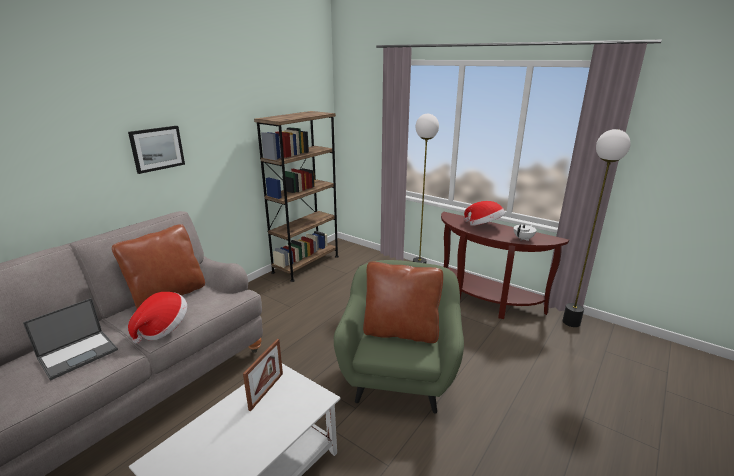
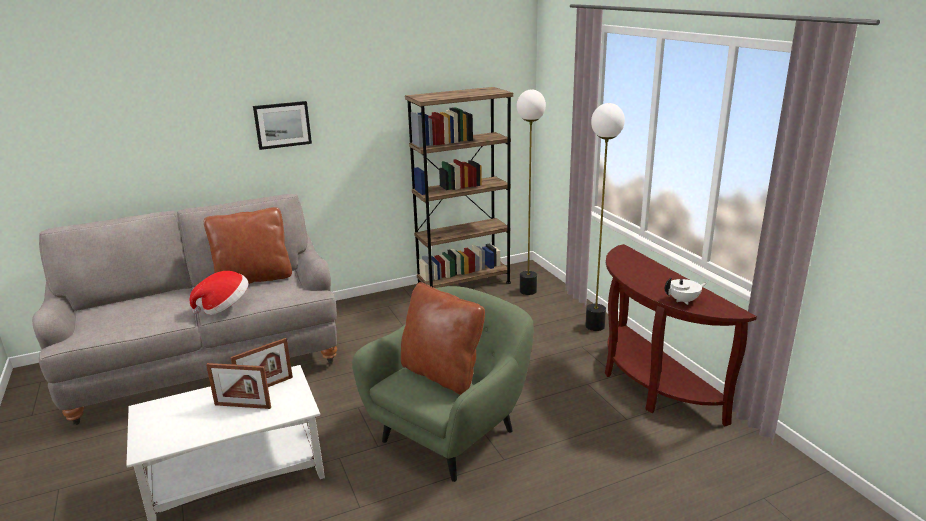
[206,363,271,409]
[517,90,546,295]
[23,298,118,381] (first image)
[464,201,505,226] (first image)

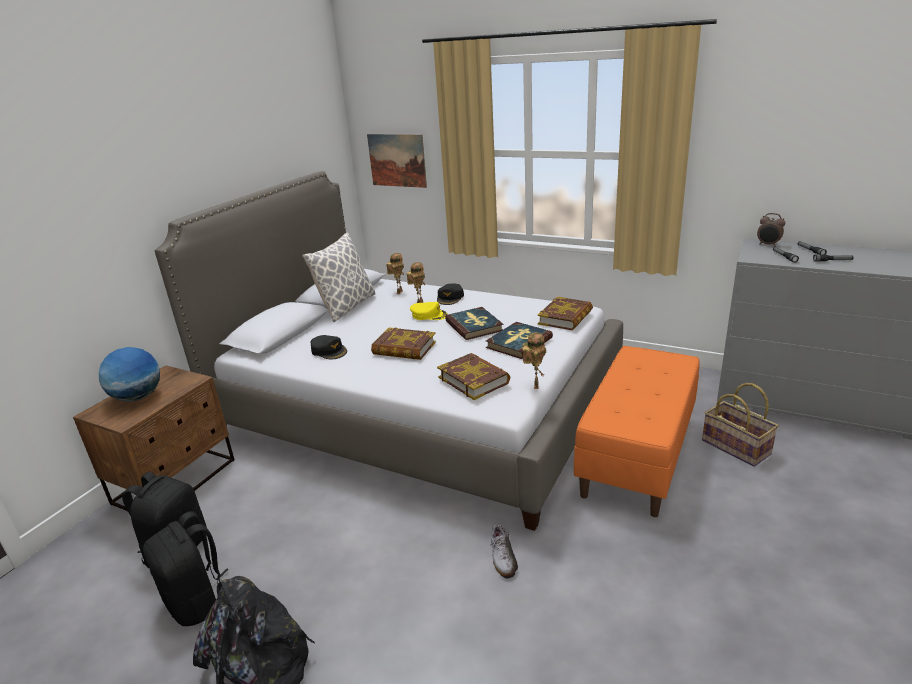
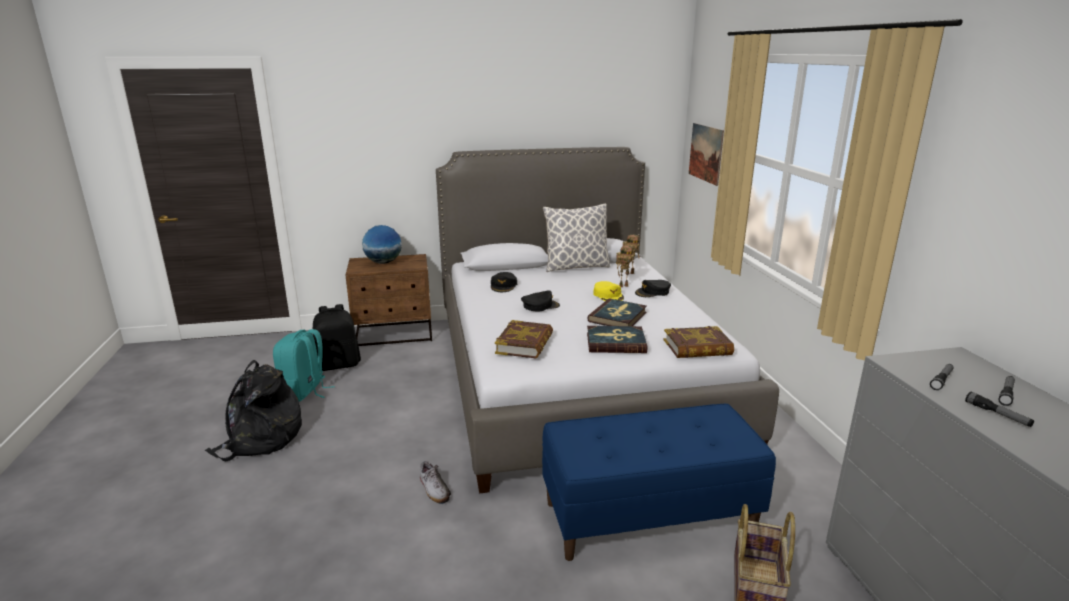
[273,329,335,401]
[420,461,451,504]
[521,290,560,311]
[542,404,776,561]
[523,332,546,389] (first image)
[757,213,785,247] (first image)

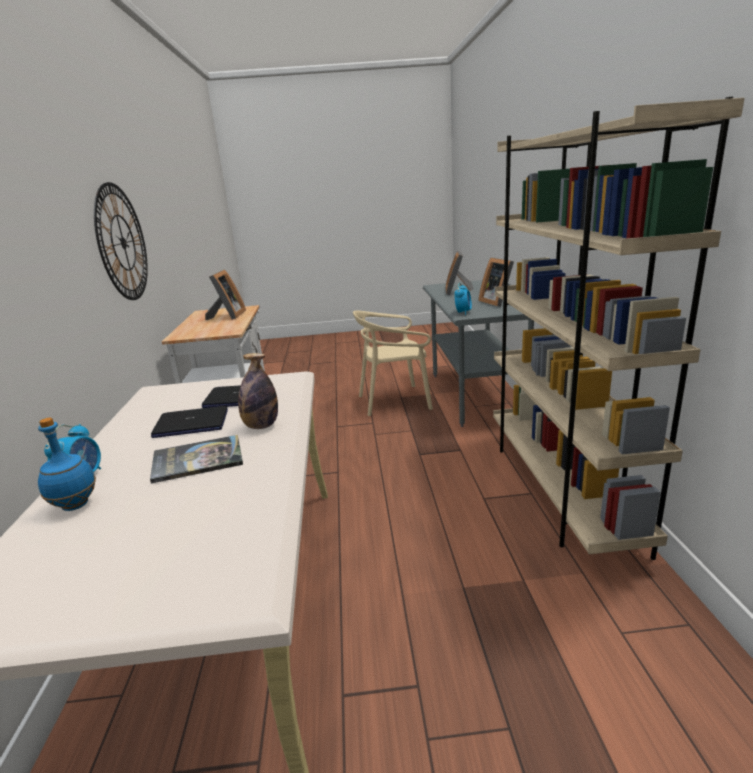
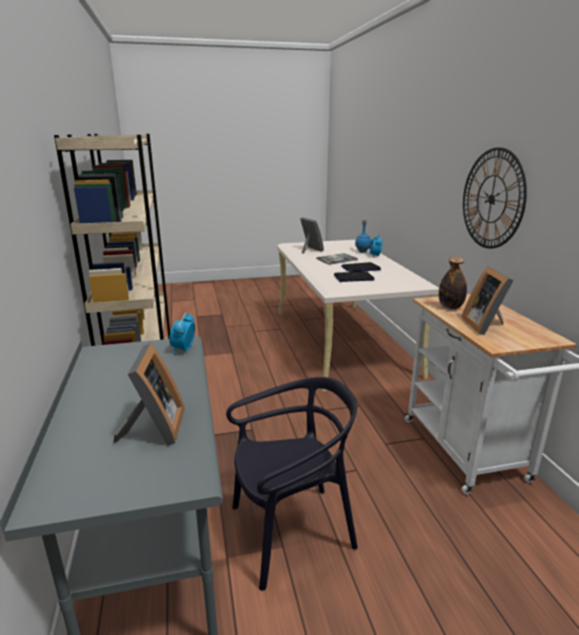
[226,377,358,591]
[300,217,324,254]
[439,257,467,309]

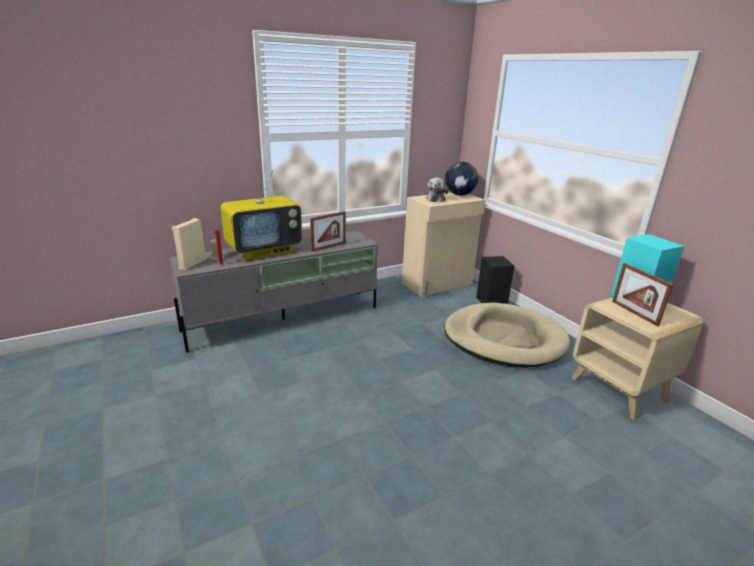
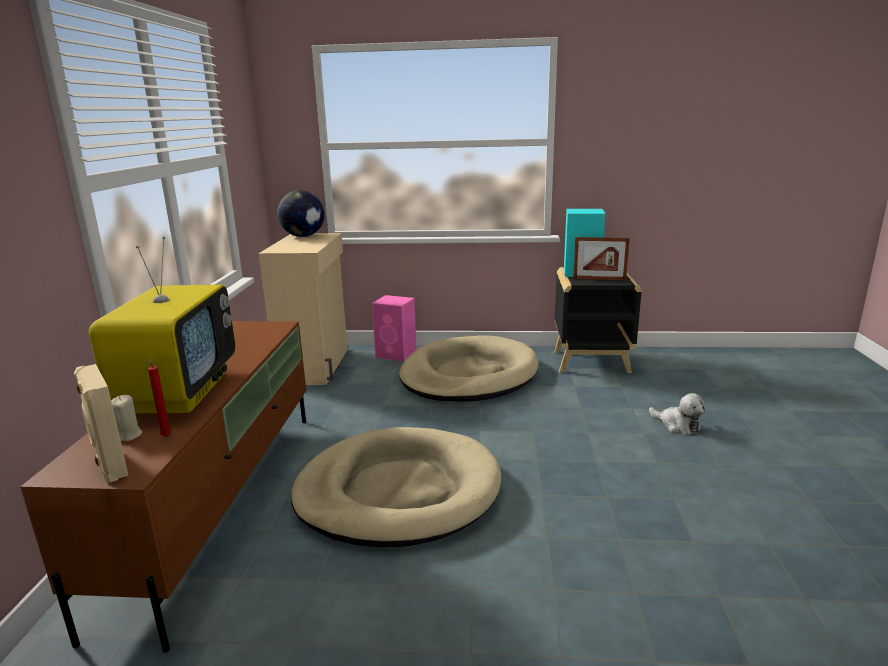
[20,321,306,653]
[291,427,501,547]
[372,295,417,362]
[554,267,641,373]
[649,393,705,435]
[310,211,346,252] (first image)

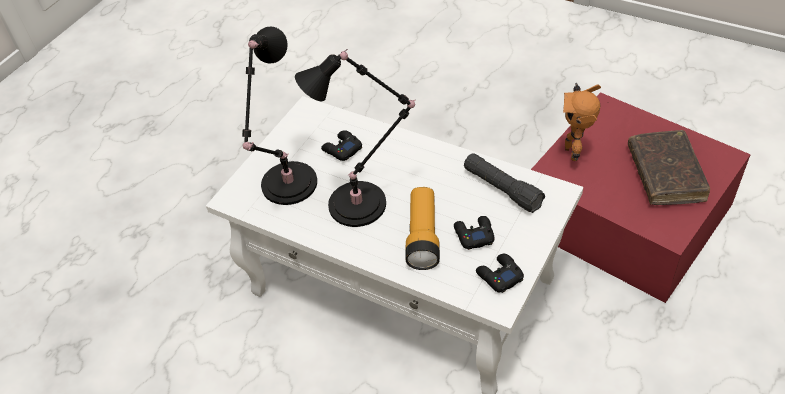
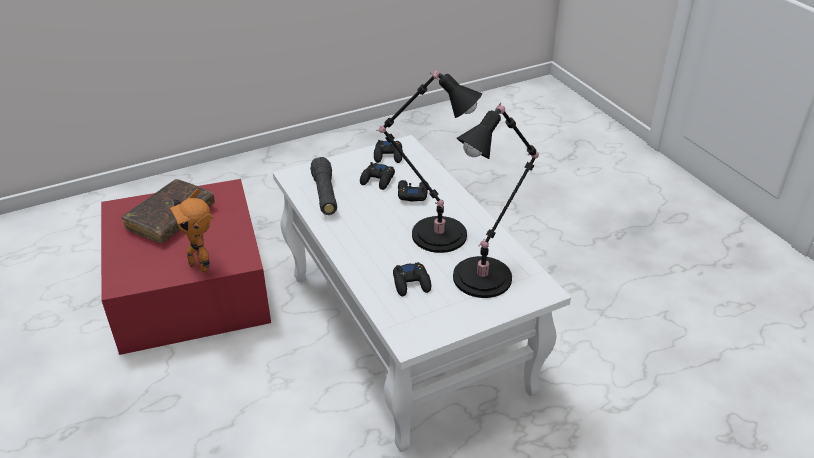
[169,189,213,272]
[398,180,429,202]

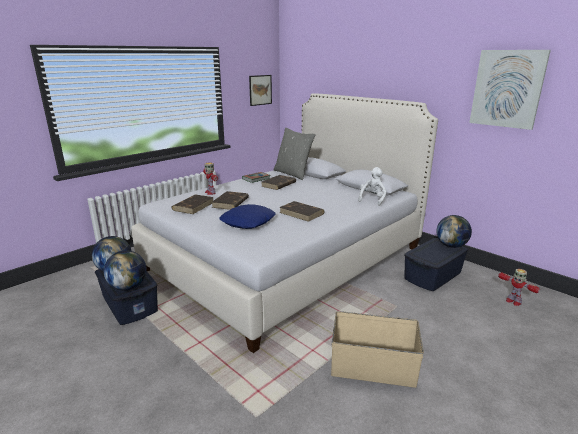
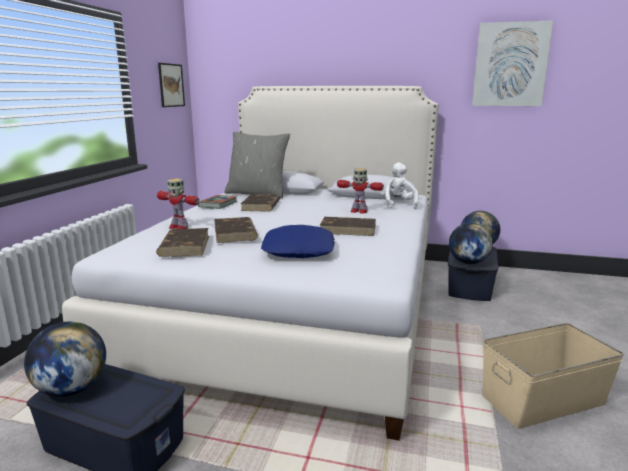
[337,168,384,214]
[449,223,493,264]

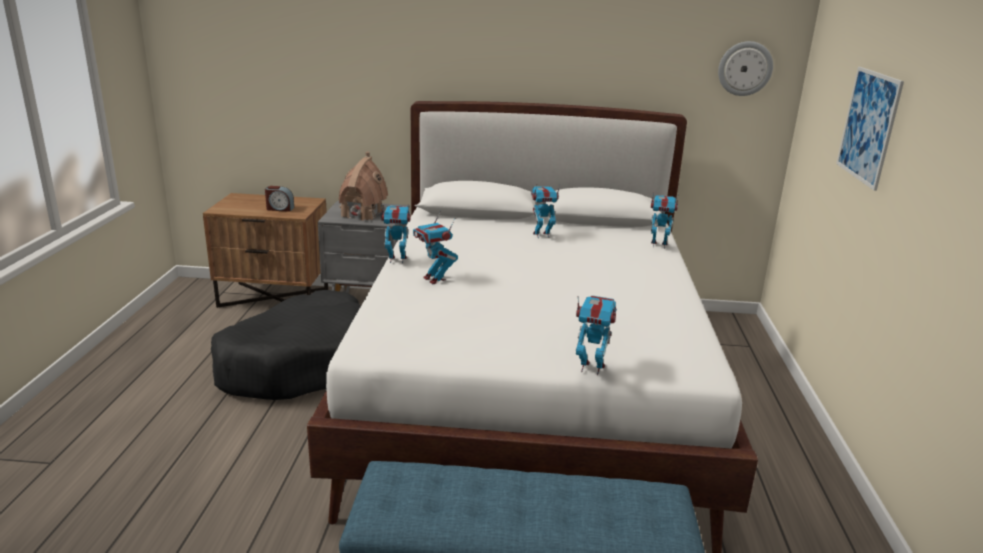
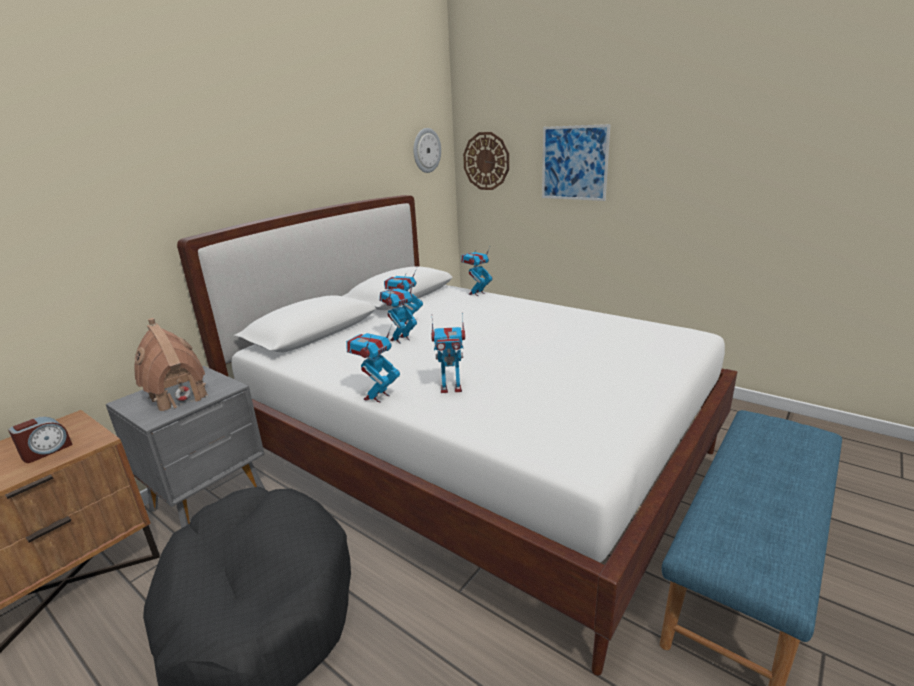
[379,283,417,344]
[463,132,509,190]

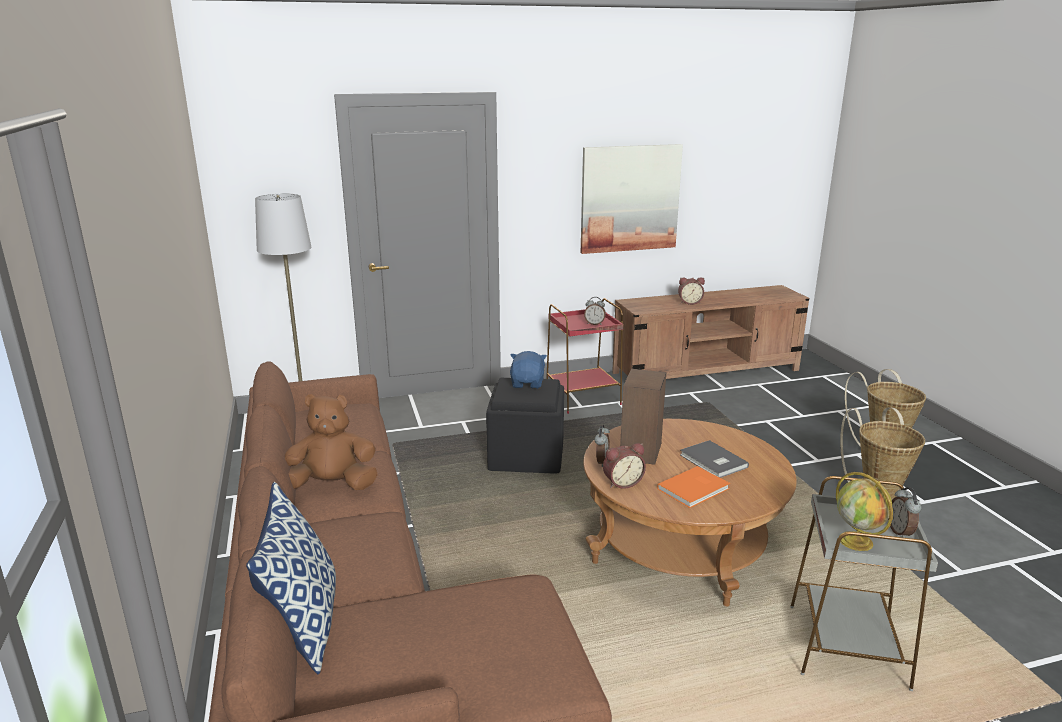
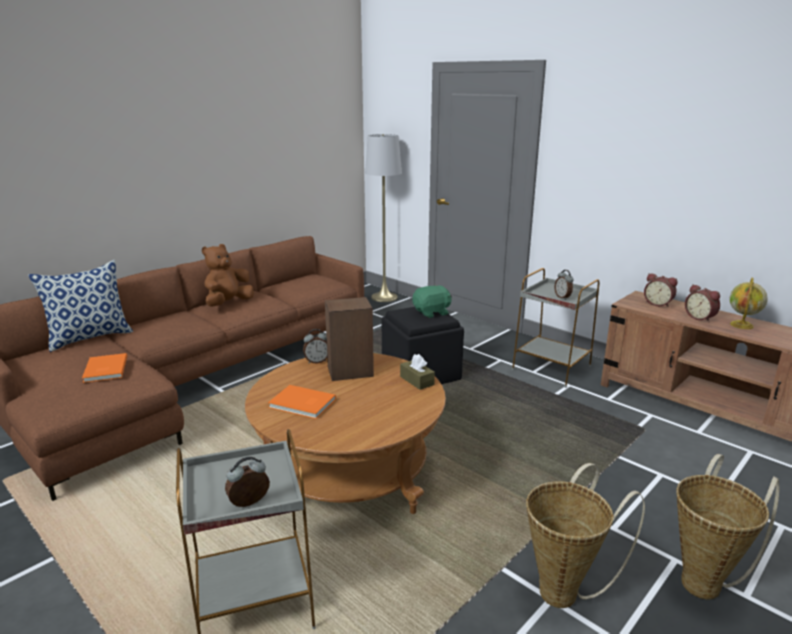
[82,353,127,383]
[202,244,254,307]
[400,354,435,390]
[413,285,452,318]
[512,268,599,388]
[644,273,678,307]
[729,278,768,329]
[580,144,683,254] (first image)
[680,440,749,478] (first image)

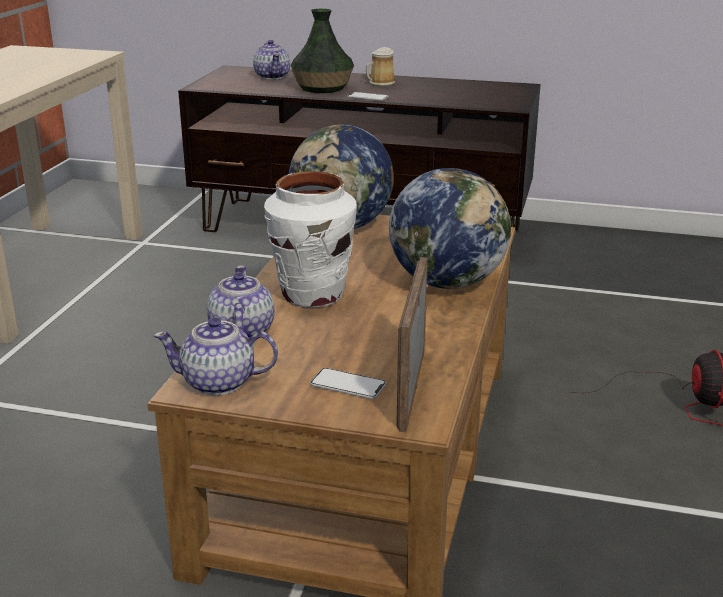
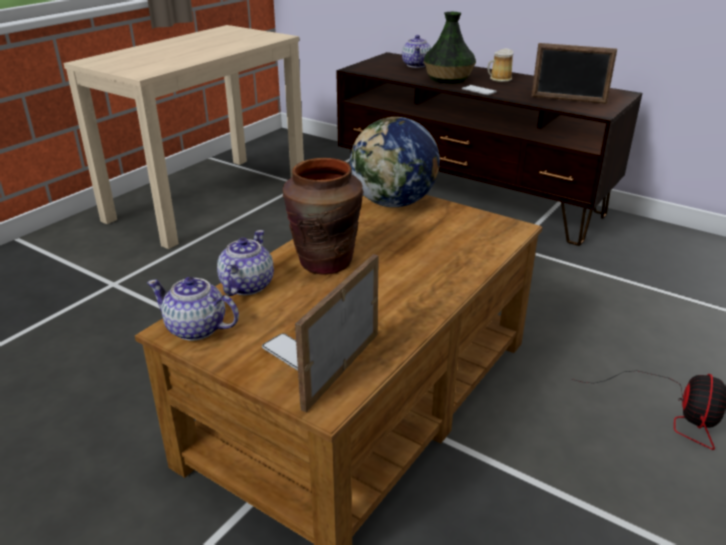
[283,158,363,275]
[531,43,617,104]
[389,168,511,289] (first image)

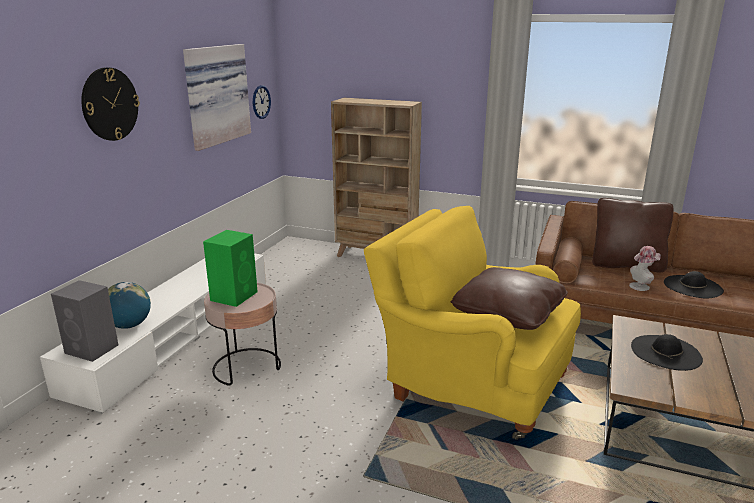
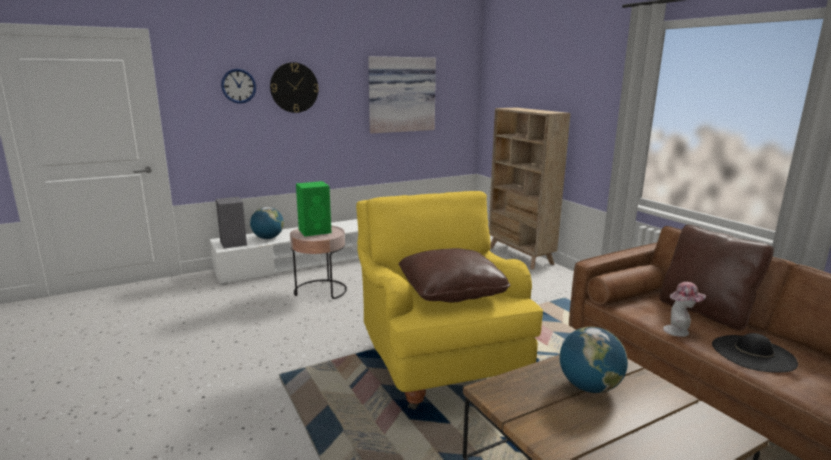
[221,69,256,104]
[560,327,628,393]

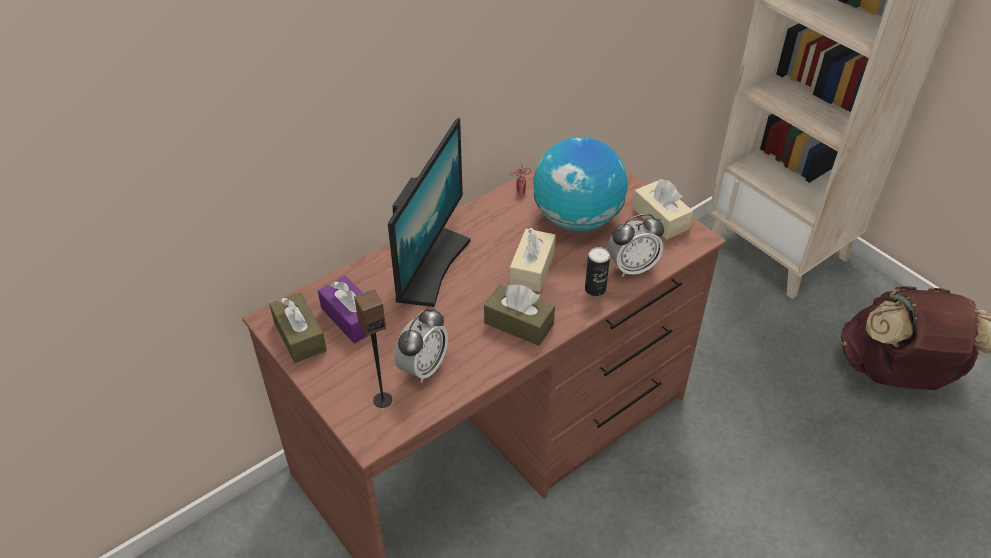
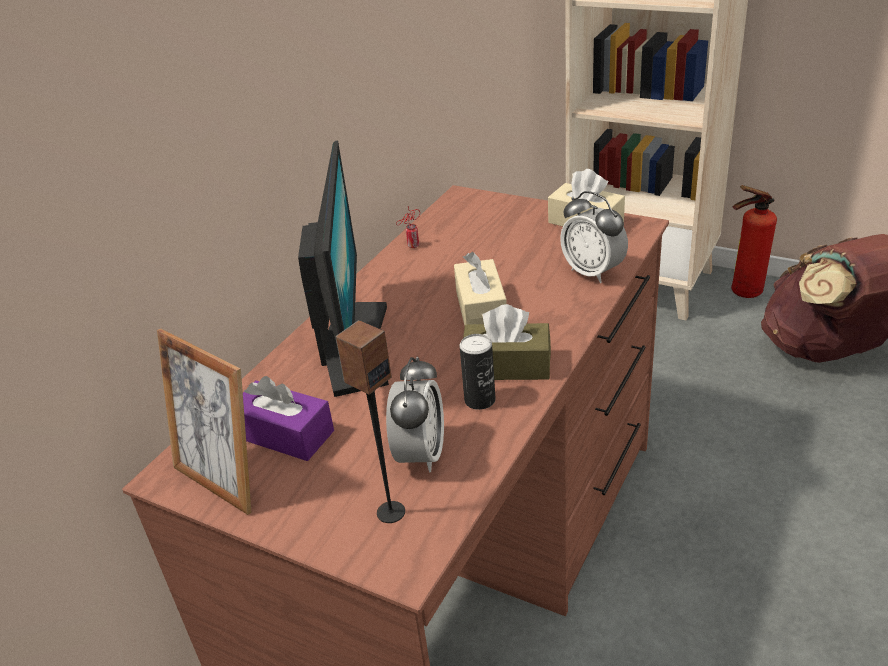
[157,329,252,515]
[460,334,496,410]
[560,191,628,283]
[731,185,777,298]
[533,137,628,231] (first image)

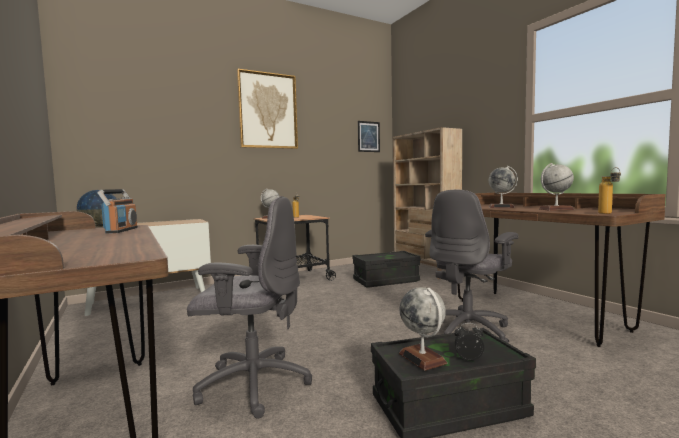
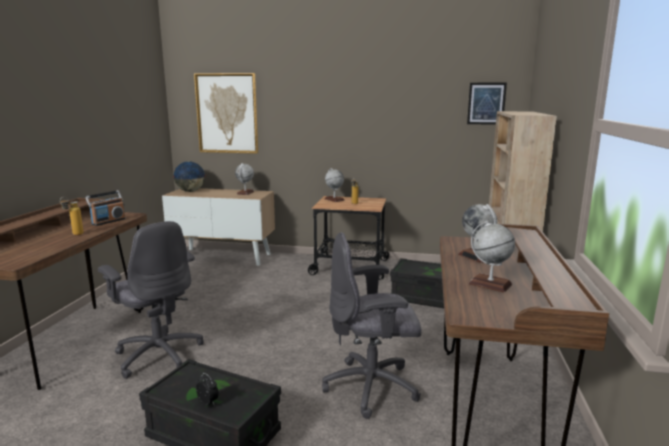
[60,197,84,235]
[194,73,258,154]
[235,163,254,195]

